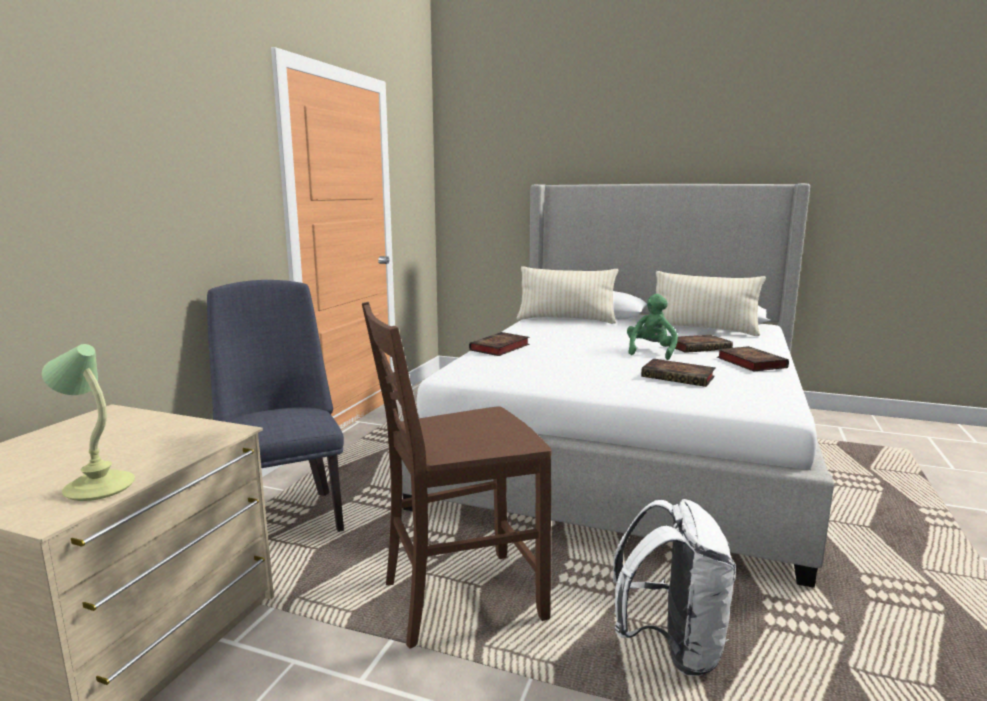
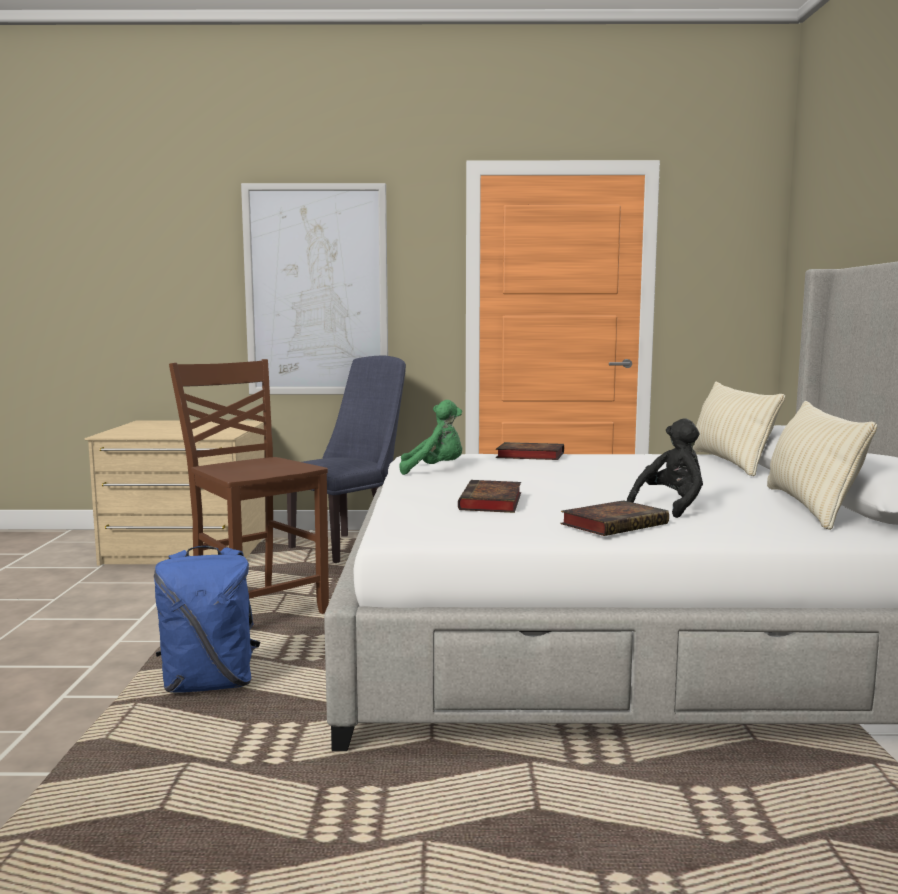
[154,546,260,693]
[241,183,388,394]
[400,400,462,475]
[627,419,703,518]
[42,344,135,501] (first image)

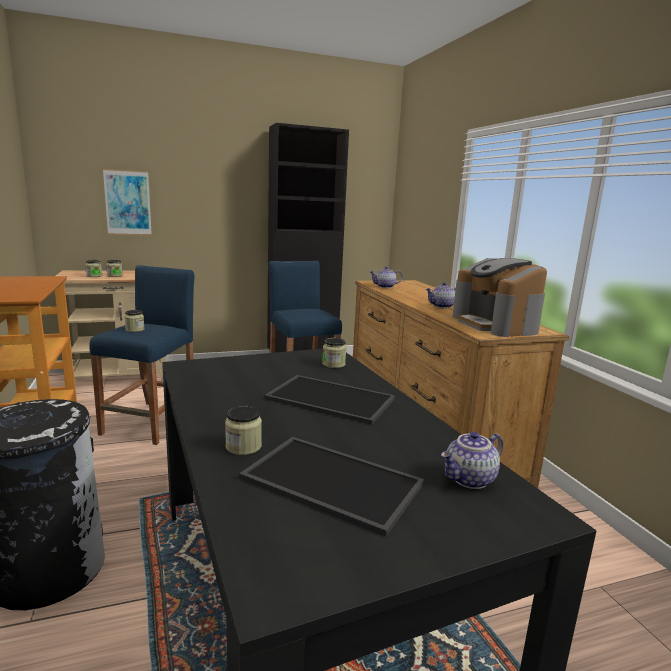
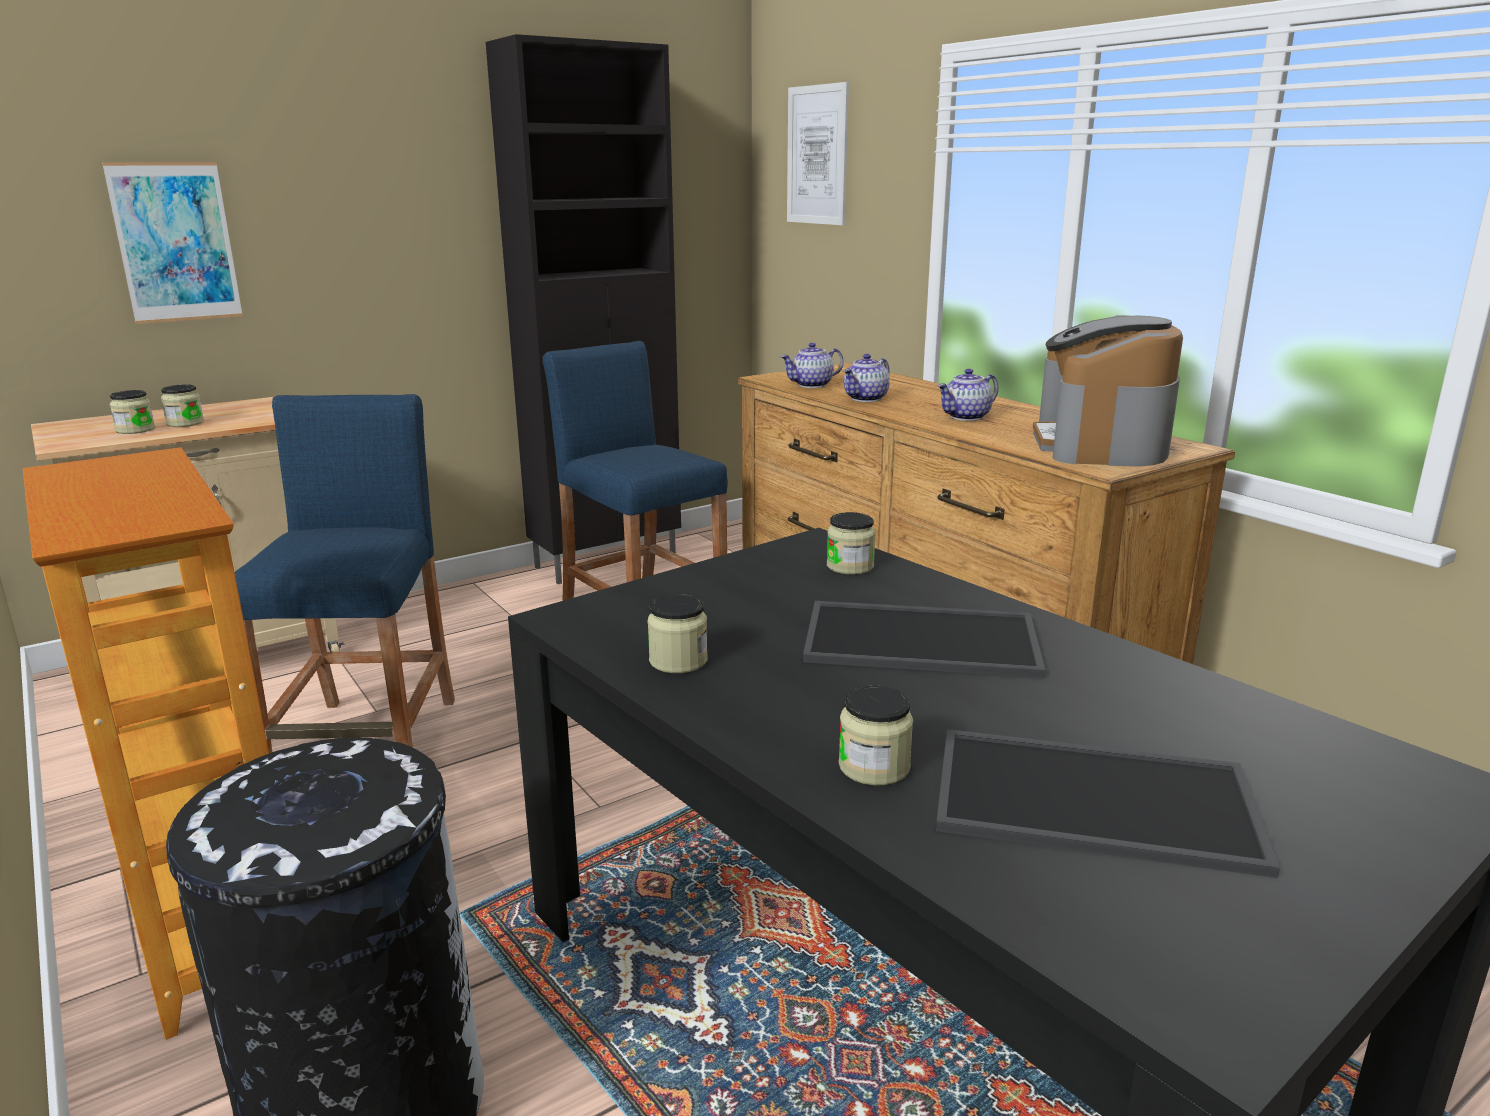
[647,594,708,673]
[787,82,849,225]
[843,354,890,402]
[1033,315,1183,466]

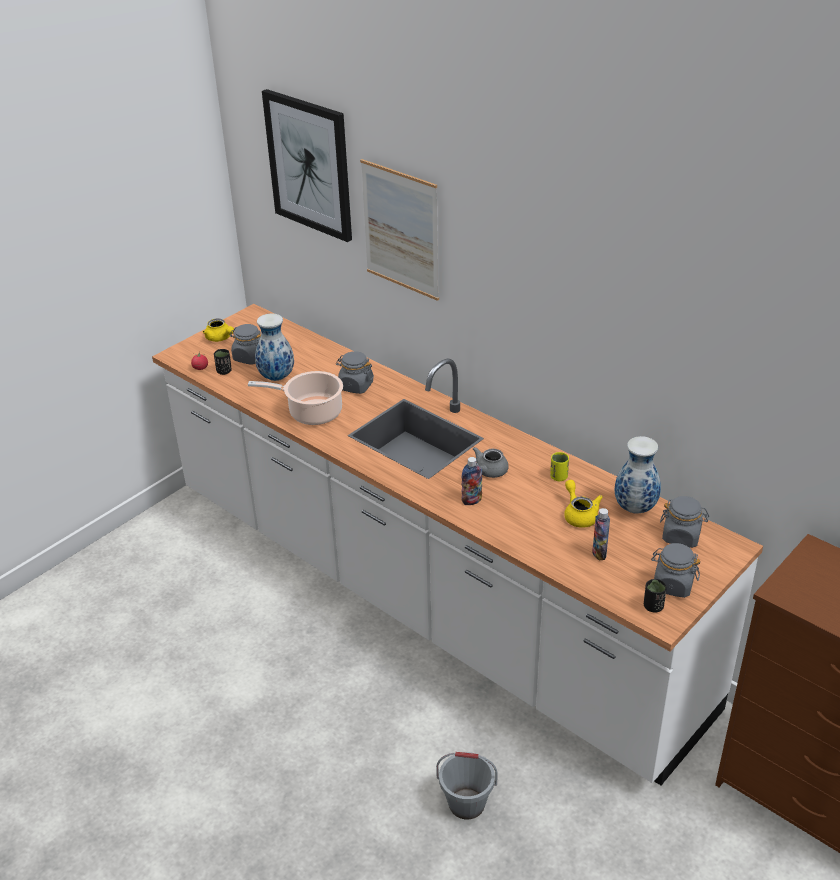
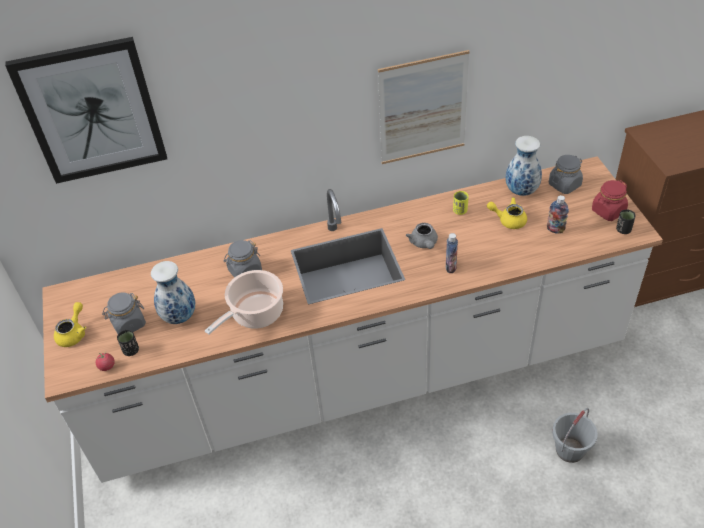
[54,302,86,347]
[378,50,470,164]
[592,180,628,221]

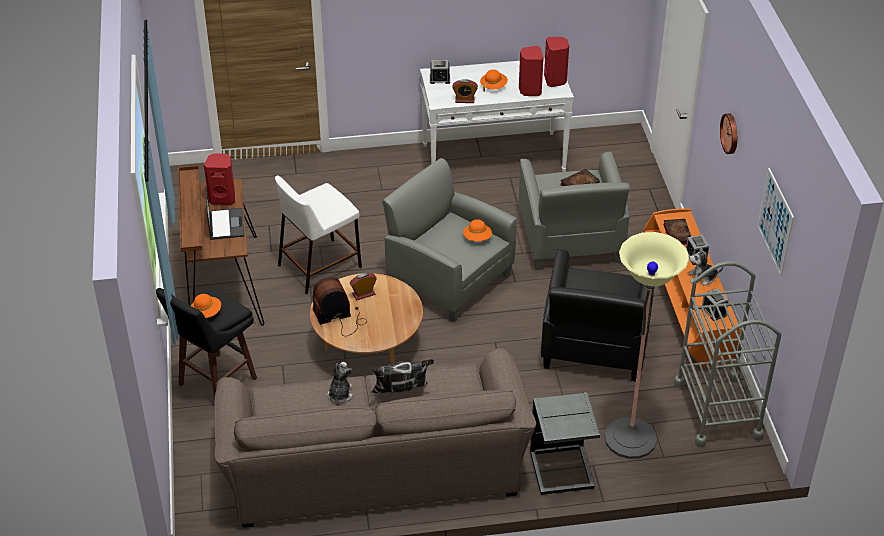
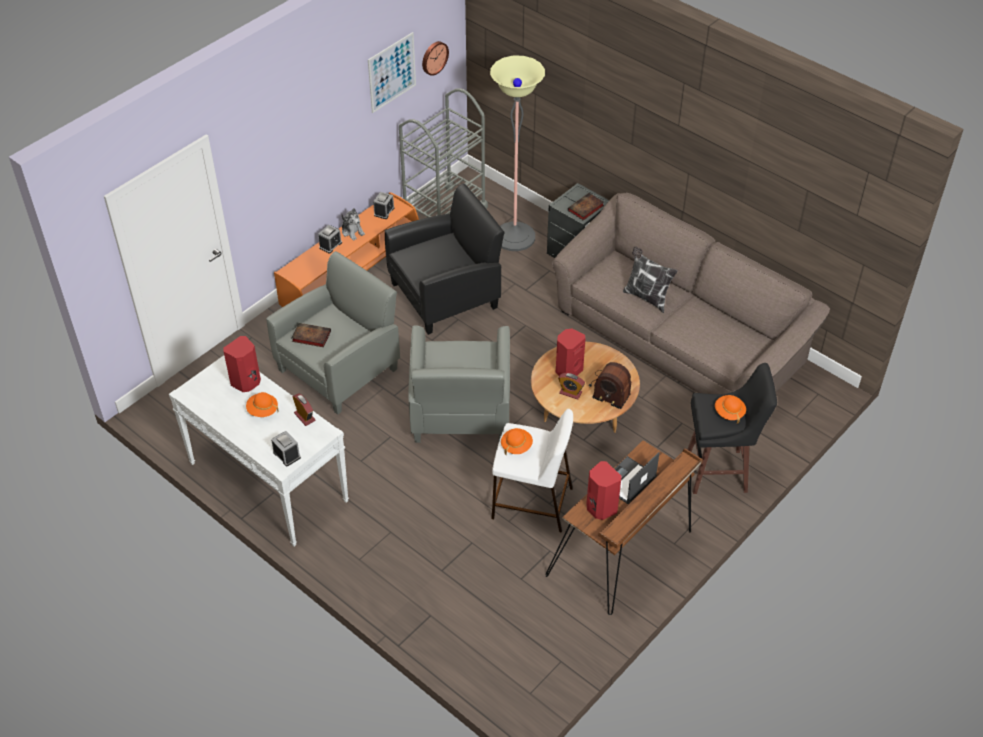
[422,41,449,76]
[501,428,533,455]
[556,328,586,376]
[568,193,604,221]
[328,362,353,403] (first image)

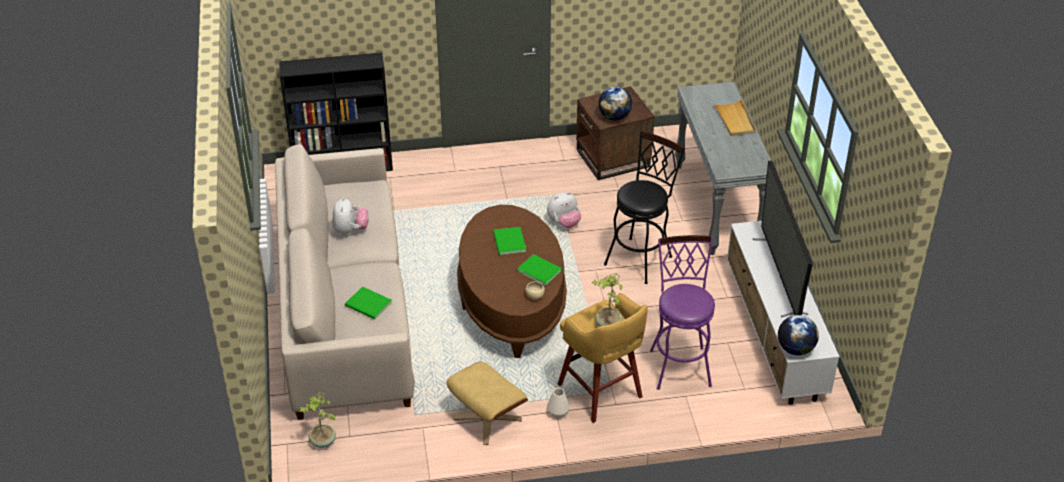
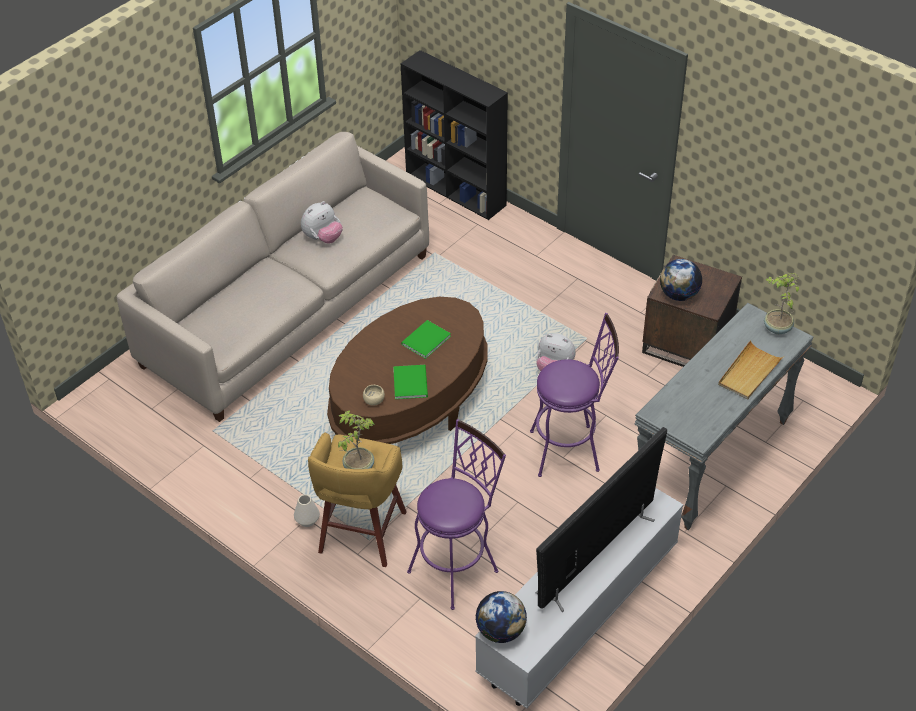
[530,313,619,477]
[764,273,799,334]
[345,286,392,319] (first image)
[447,361,528,445] (first image)

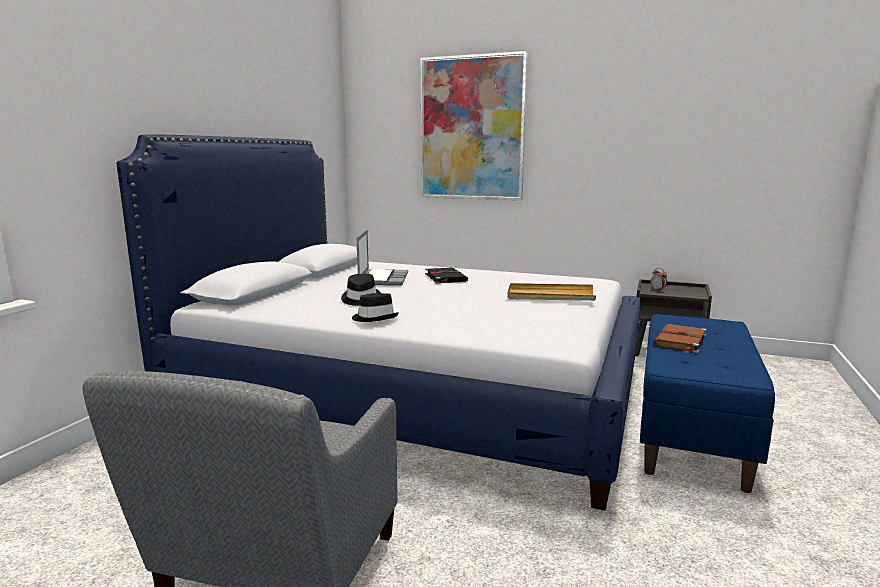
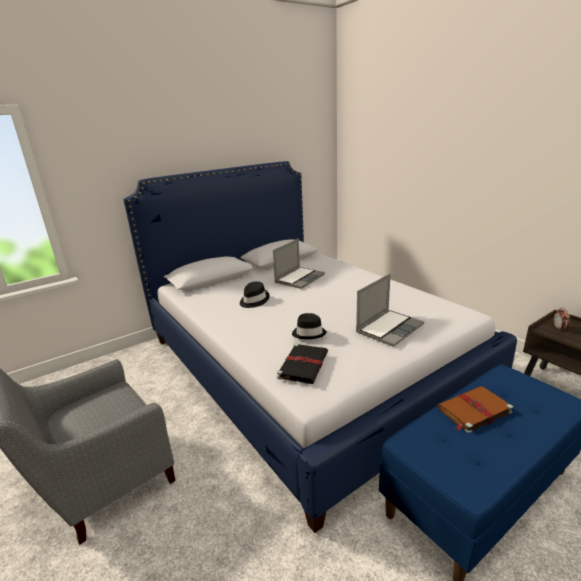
[277,343,328,384]
[292,313,327,339]
[356,274,424,347]
[420,51,528,200] (first image)

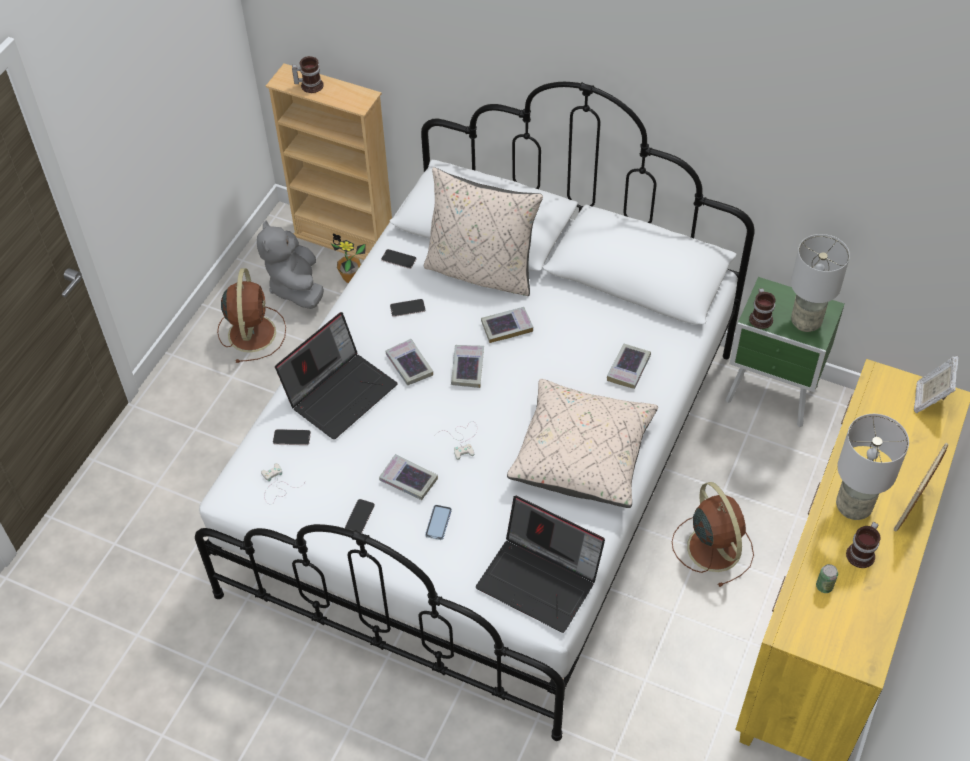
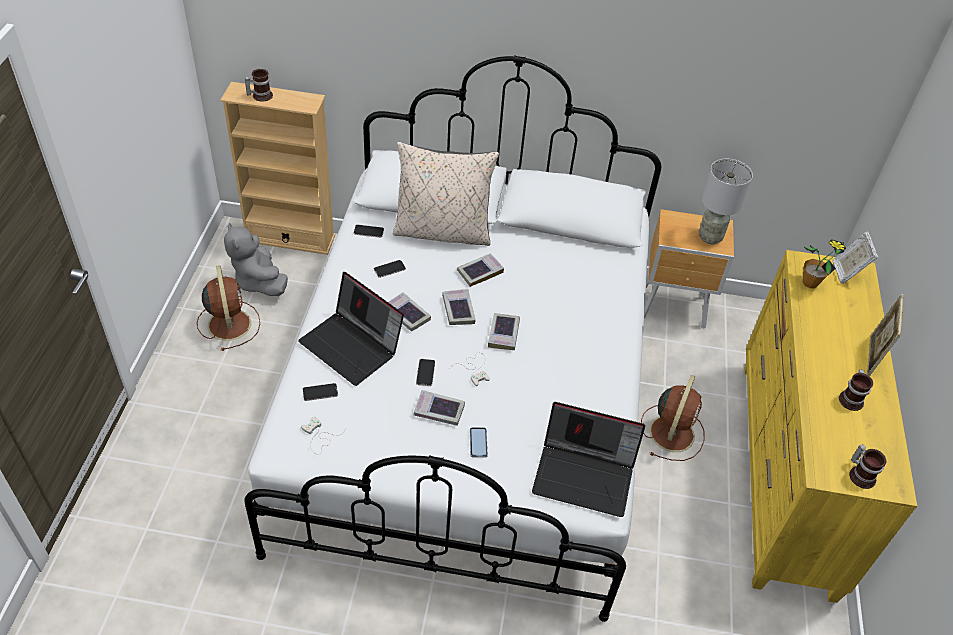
[298,272,404,386]
[416,359,435,386]
[488,313,520,350]
[641,375,705,461]
[644,209,734,329]
[803,239,846,288]
[849,444,886,489]
[507,379,658,508] (first image)
[816,564,838,593] (first image)
[836,414,909,520] (first image)

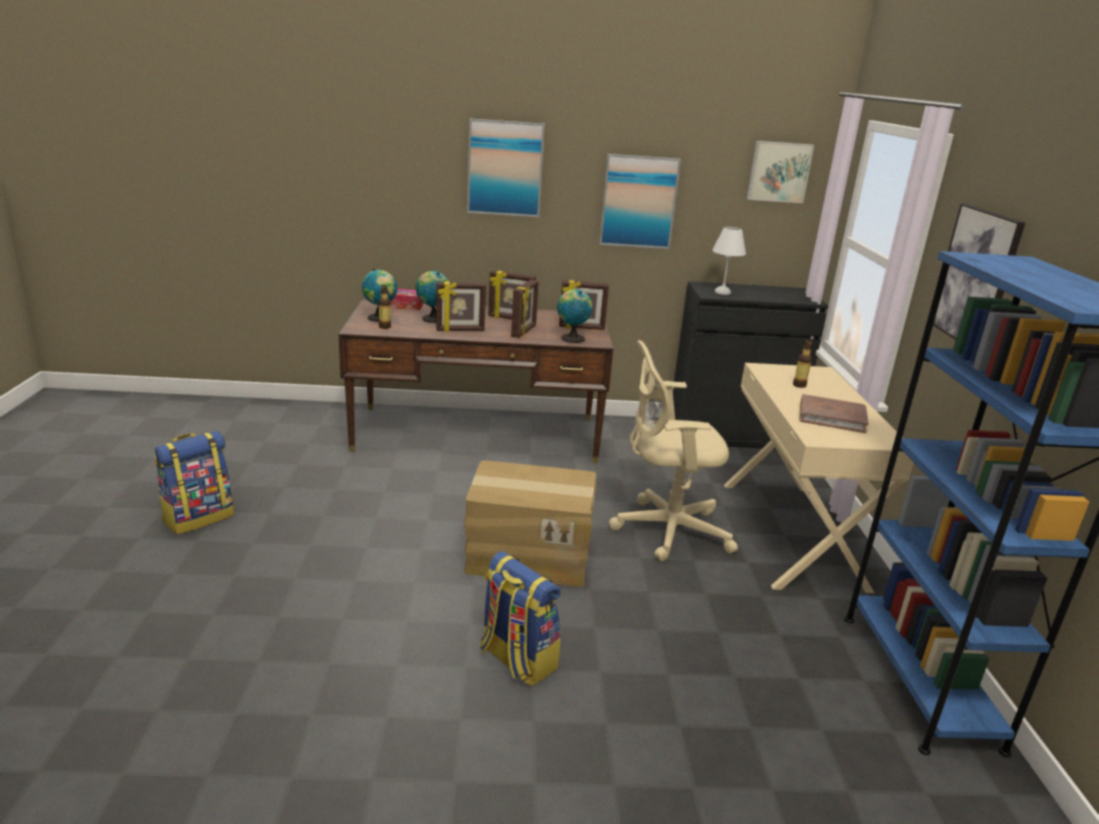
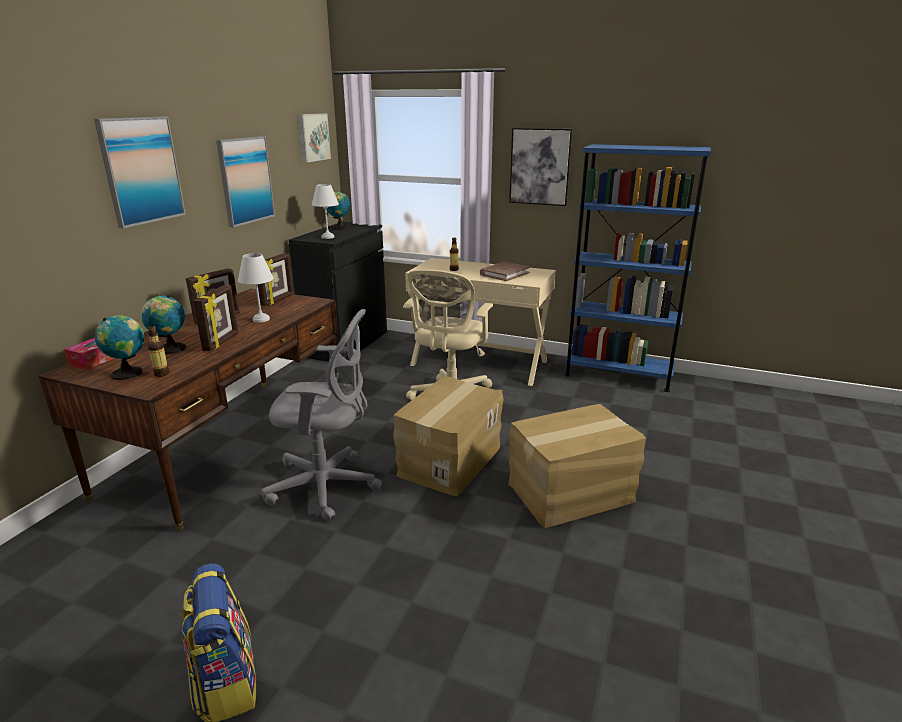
[238,253,274,323]
[261,309,382,521]
[326,191,350,229]
[508,404,646,528]

